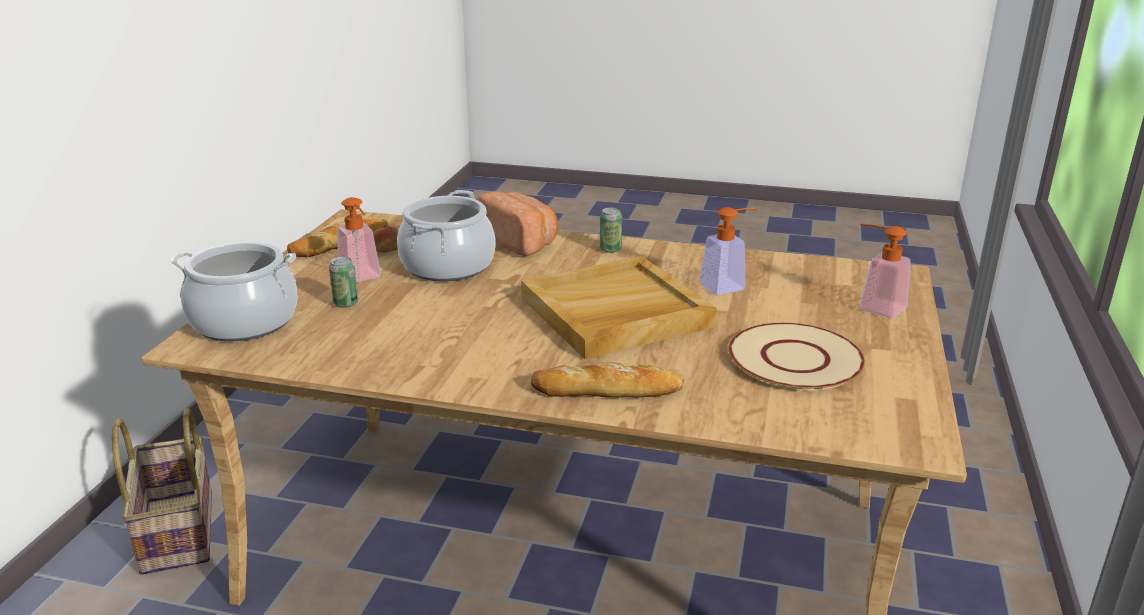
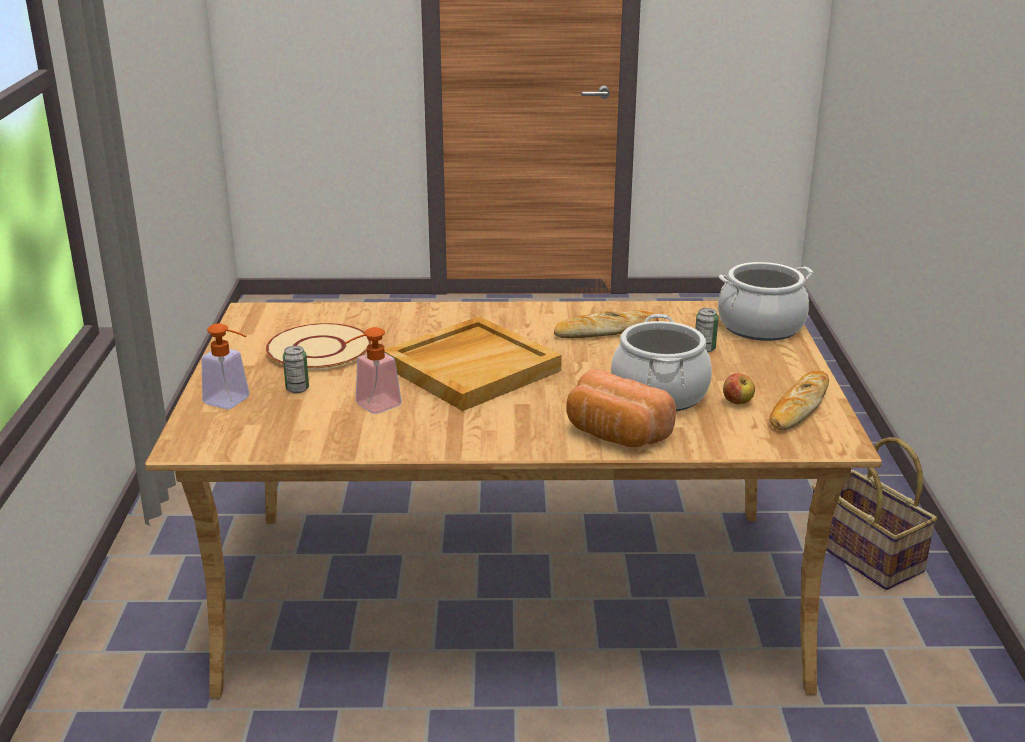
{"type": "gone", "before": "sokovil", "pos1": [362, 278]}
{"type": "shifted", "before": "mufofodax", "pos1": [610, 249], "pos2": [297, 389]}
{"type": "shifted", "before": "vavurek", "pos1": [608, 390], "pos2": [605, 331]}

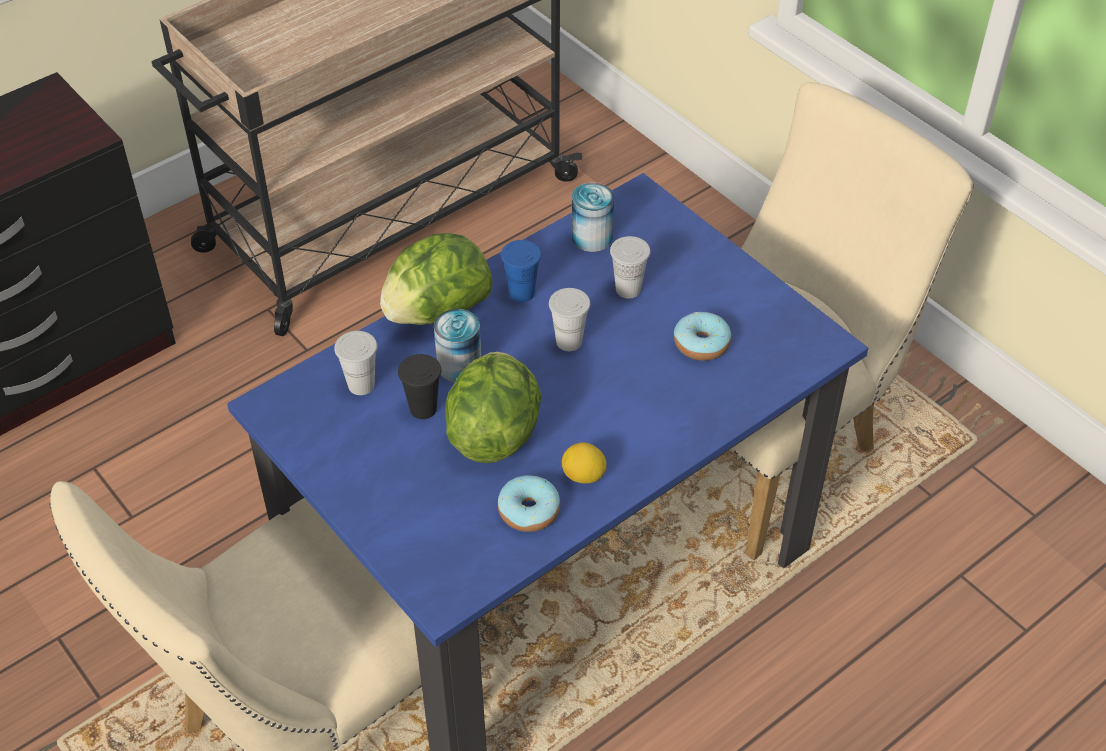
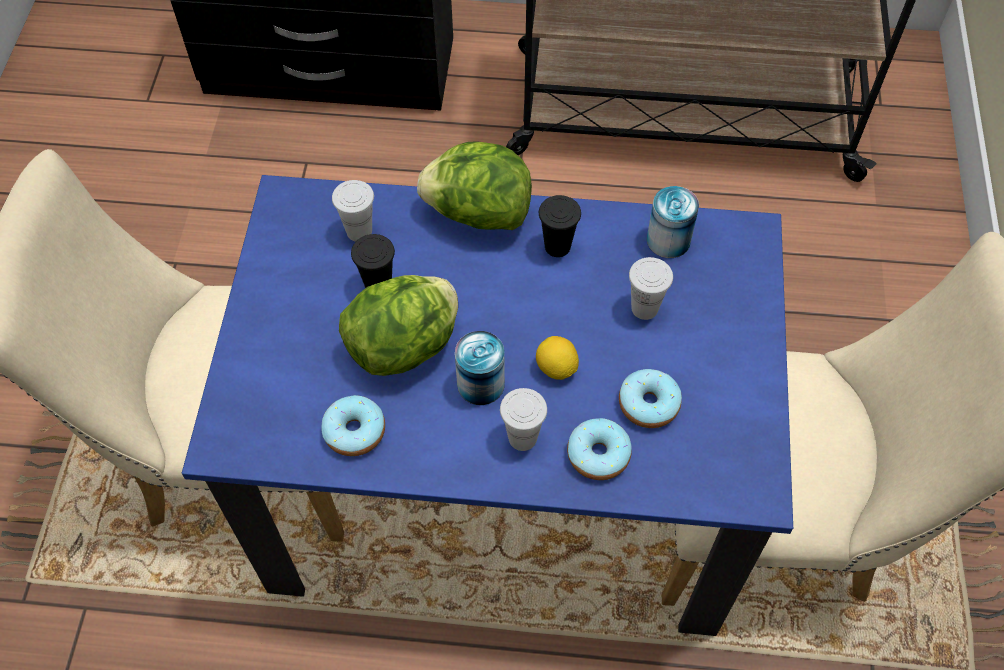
{"type": "repainted", "before": "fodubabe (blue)", "after": "fodubabe (black)", "pos1": [522, 293], "pos2": [557, 246]}
{"type": "shifted", "before": "fodubabe (white)", "pos1": [569, 342], "pos2": [522, 438]}
{"type": "shifted", "before": "mufofodax", "pos1": [459, 366], "pos2": [480, 384]}
{"type": "shifted", "before": "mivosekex", "pos1": [583, 476], "pos2": [556, 368]}
{"type": "new", "after": "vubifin", "pos2": [598, 455]}

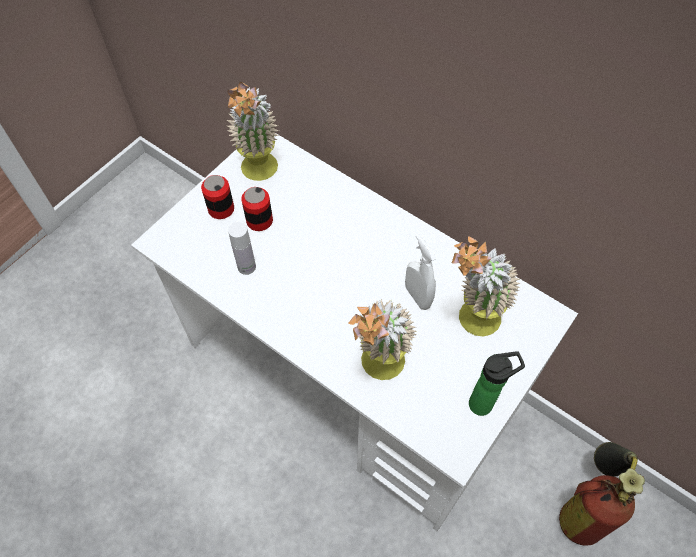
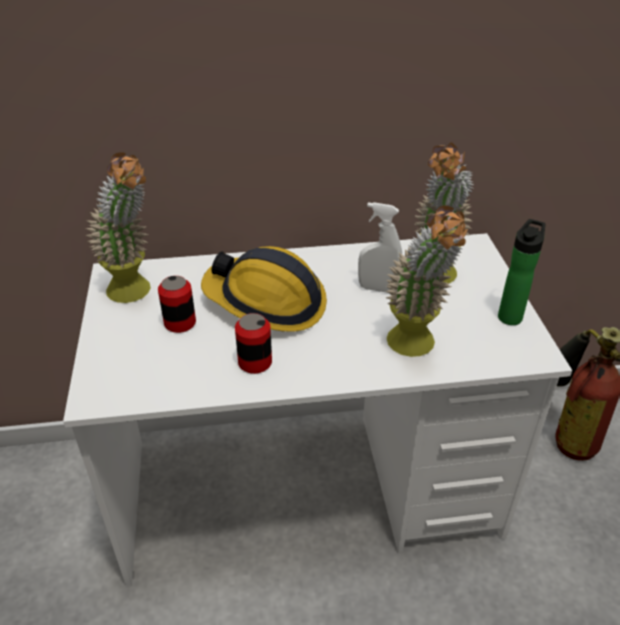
{"type": "shifted", "before": "mufofodax", "pos1": [221, 209], "pos2": [255, 362]}
{"type": "gone", "before": "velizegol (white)", "pos1": [246, 267]}
{"type": "new", "after": "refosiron", "pos2": [266, 302]}

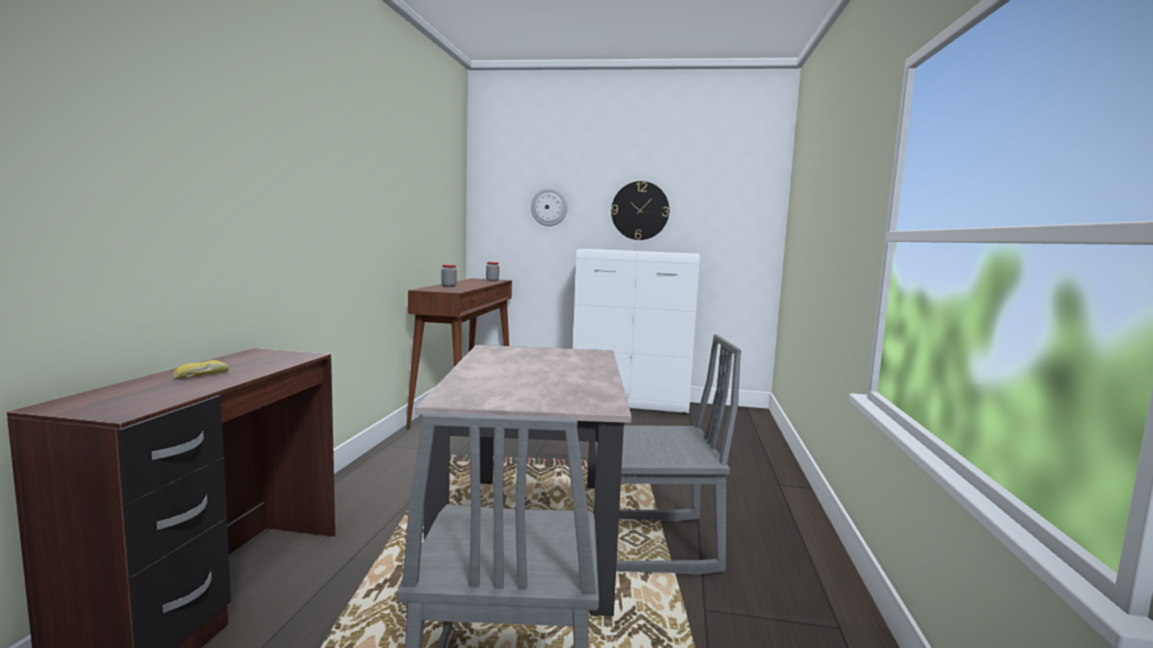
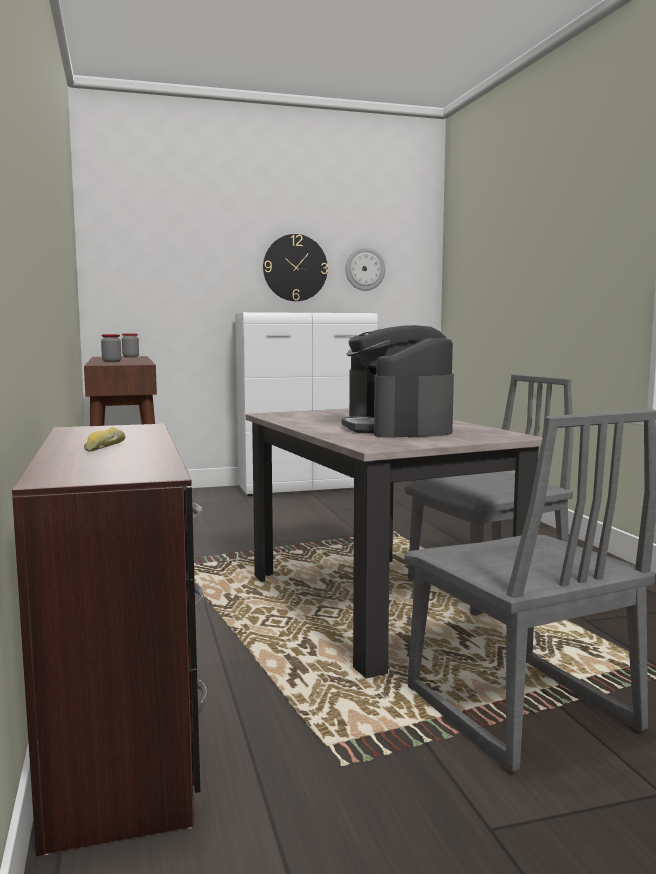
{"type": "shifted", "before": "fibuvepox", "pos1": [549, 207], "pos2": [364, 269]}
{"type": "new", "after": "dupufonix", "pos2": [397, 428]}

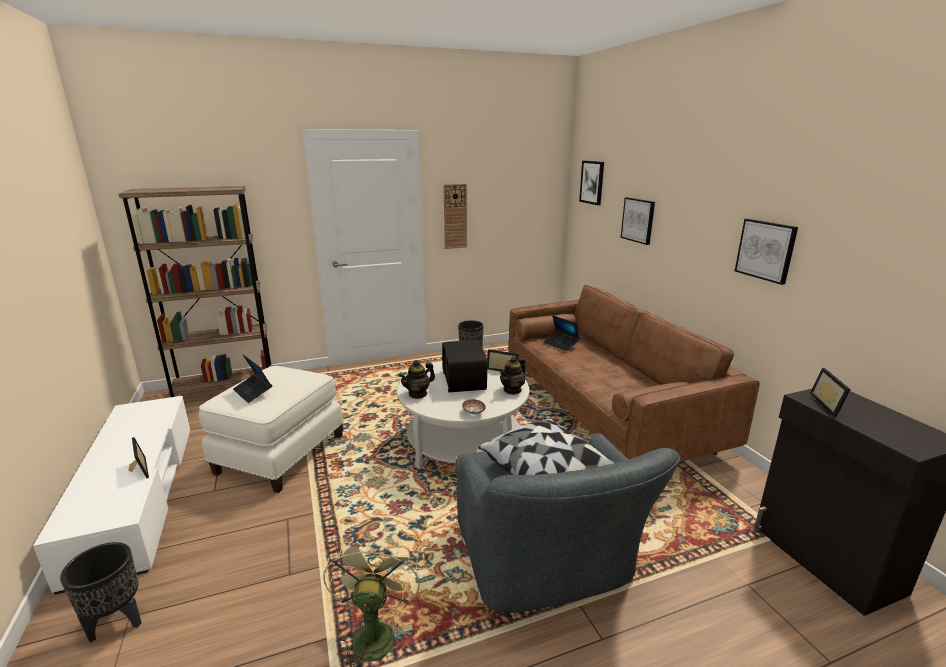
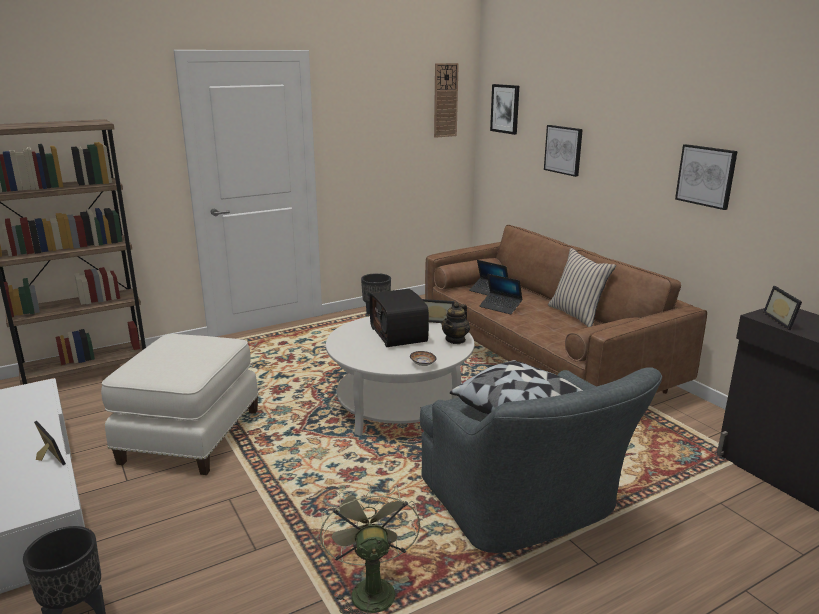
{"type": "shifted", "before": "fibuvepox", "pos1": [455, 216], "pos2": [445, 100]}
{"type": "shifted", "before": "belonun", "pos1": [253, 392], "pos2": [500, 307]}
{"type": "gone", "before": "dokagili", "pos1": [418, 394]}
{"type": "new", "after": "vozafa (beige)", "pos2": [577, 315]}

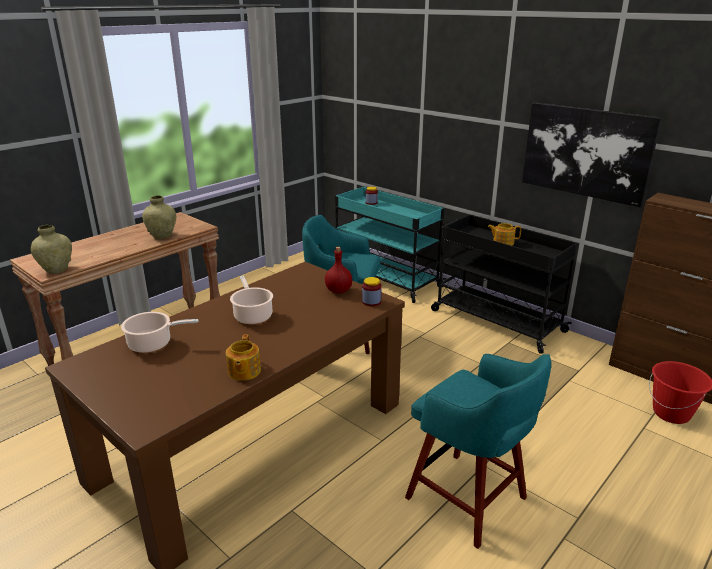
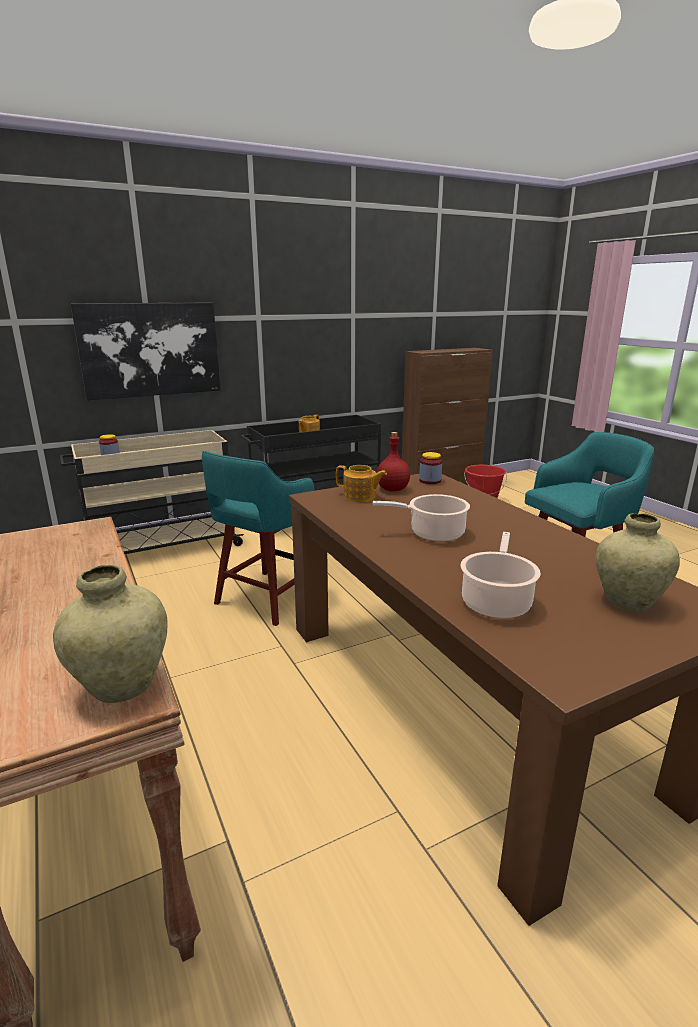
{"type": "shifted", "before": "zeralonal", "pos1": [586, 152], "pos2": [150, 350]}
{"type": "repainted", "before": "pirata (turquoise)", "after": "pirata (beige)", "pos1": [384, 278], "pos2": [161, 548]}
{"type": "shifted", "before": "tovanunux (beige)", "pos1": [162, 236], "pos2": [627, 602]}
{"type": "shifted", "before": "dokagili", "pos1": [243, 371], "pos2": [360, 496]}

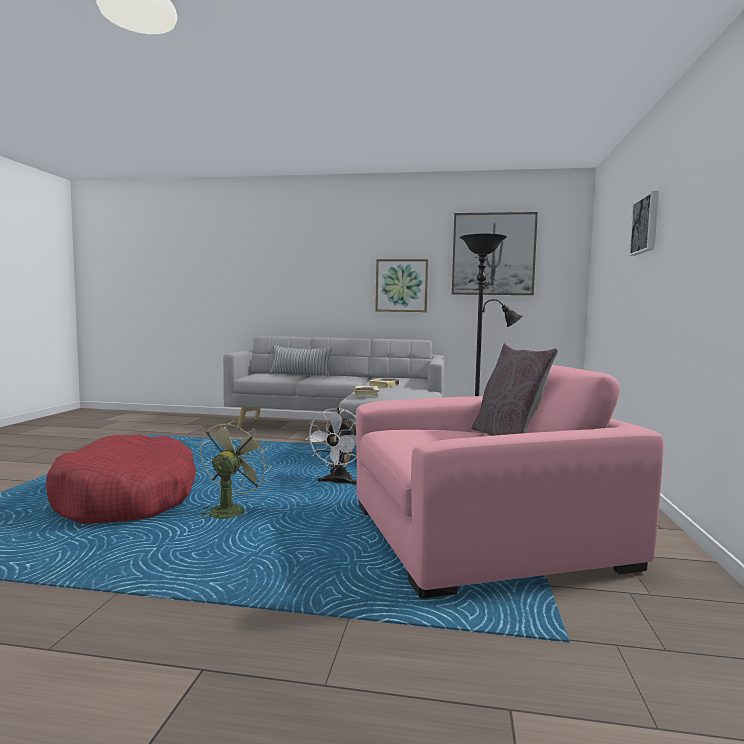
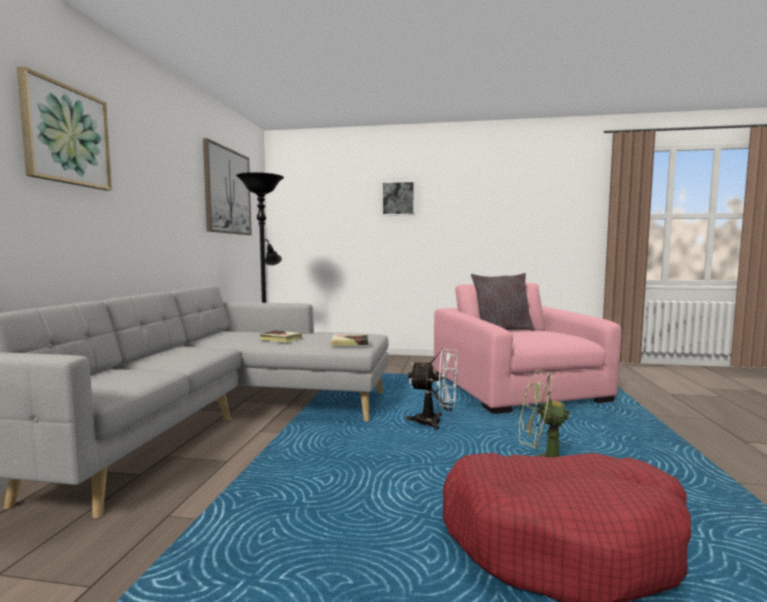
{"type": "shifted", "before": "zeralonal", "pos1": [401, 285], "pos2": [66, 135]}
{"type": "gone", "before": "vozafa", "pos1": [300, 375]}

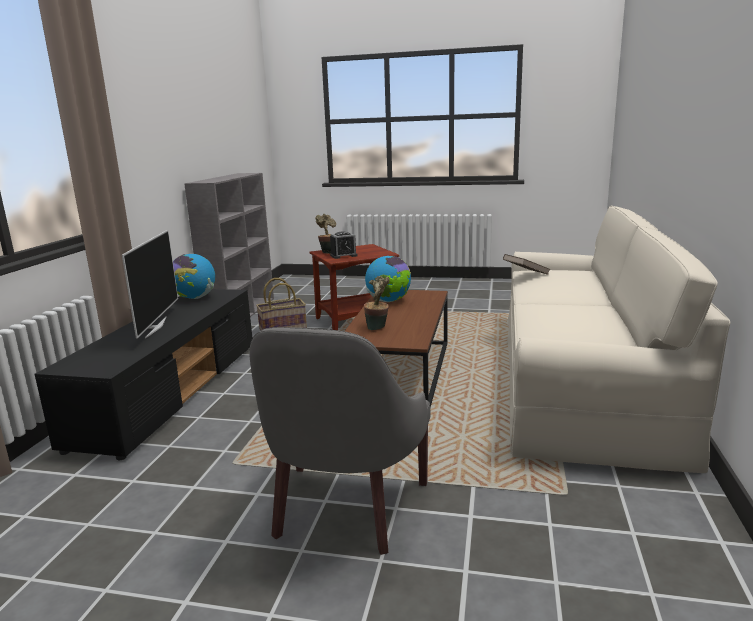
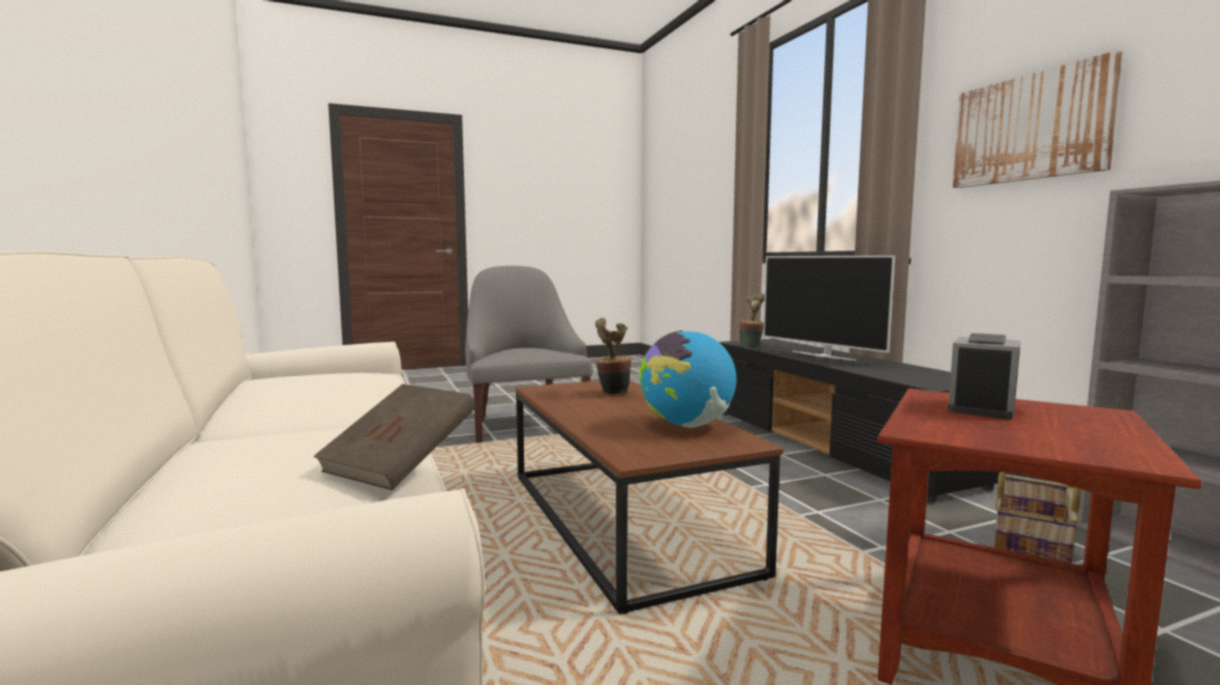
{"type": "shifted", "before": "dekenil", "pos1": [327, 252], "pos2": [752, 345]}
{"type": "gone", "before": "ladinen", "pos1": [194, 298]}
{"type": "new", "after": "zeralonal", "pos2": [1030, 128]}

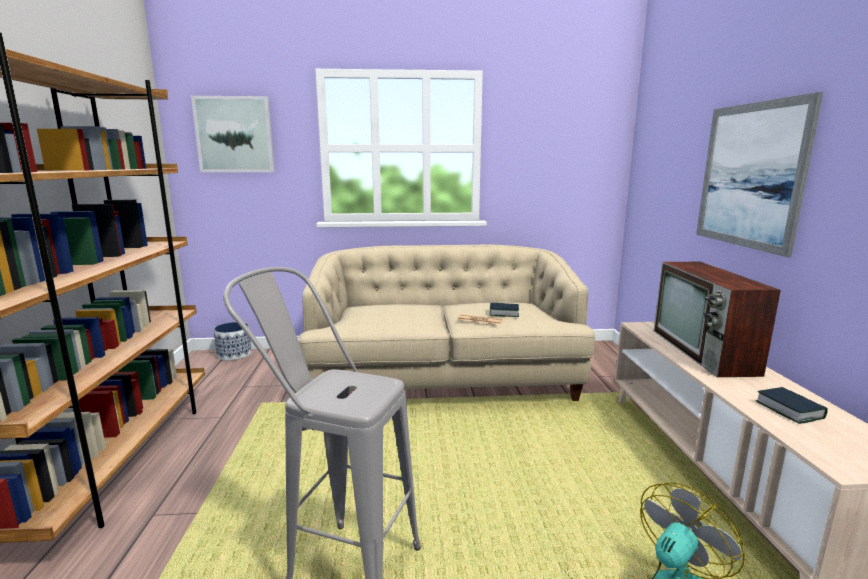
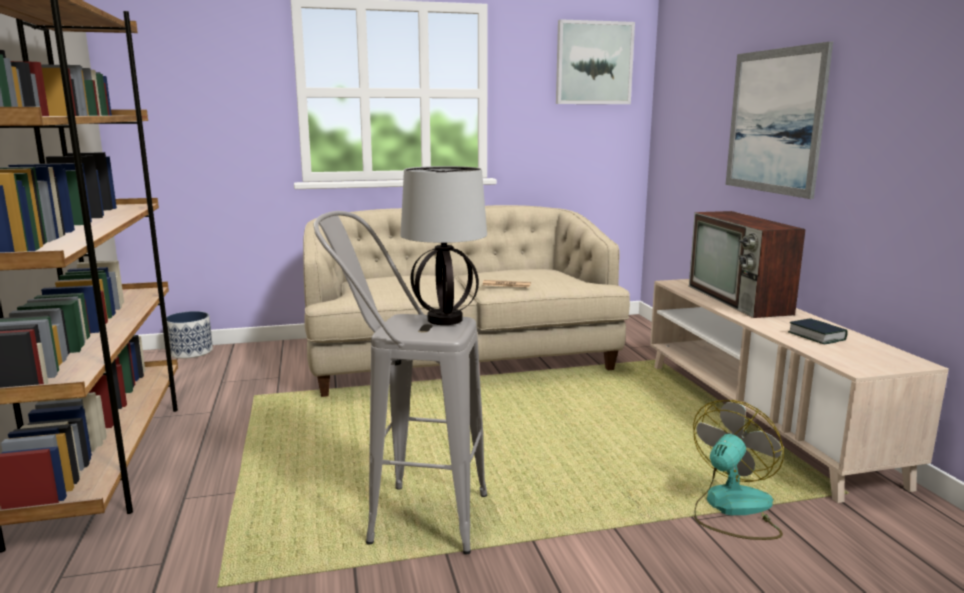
{"type": "shifted", "before": "zeralonal", "pos1": [235, 135], "pos2": [594, 63]}
{"type": "gone", "before": "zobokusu", "pos1": [504, 313]}
{"type": "new", "after": "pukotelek", "pos2": [445, 320]}

